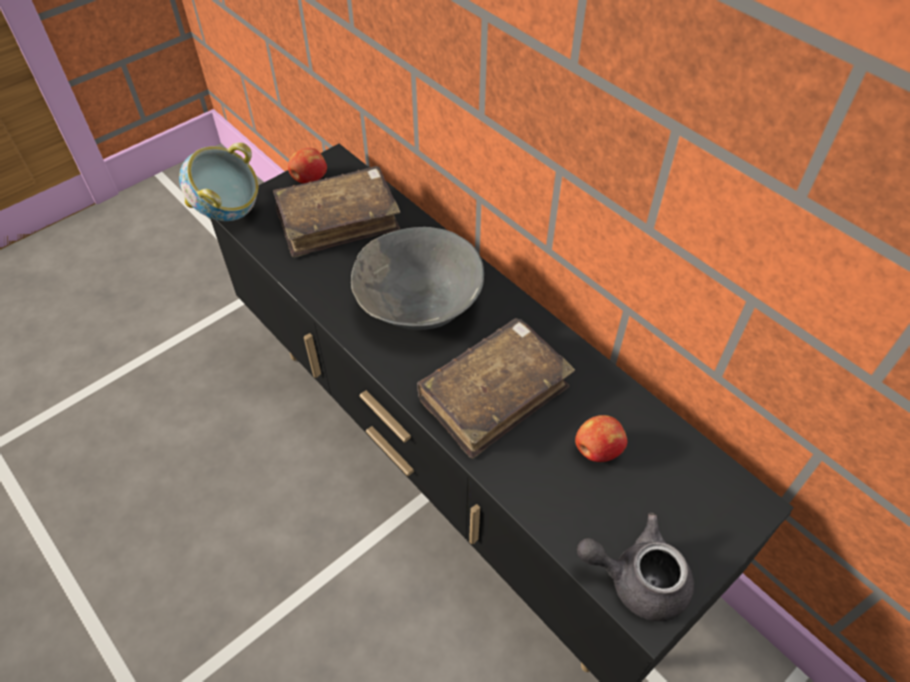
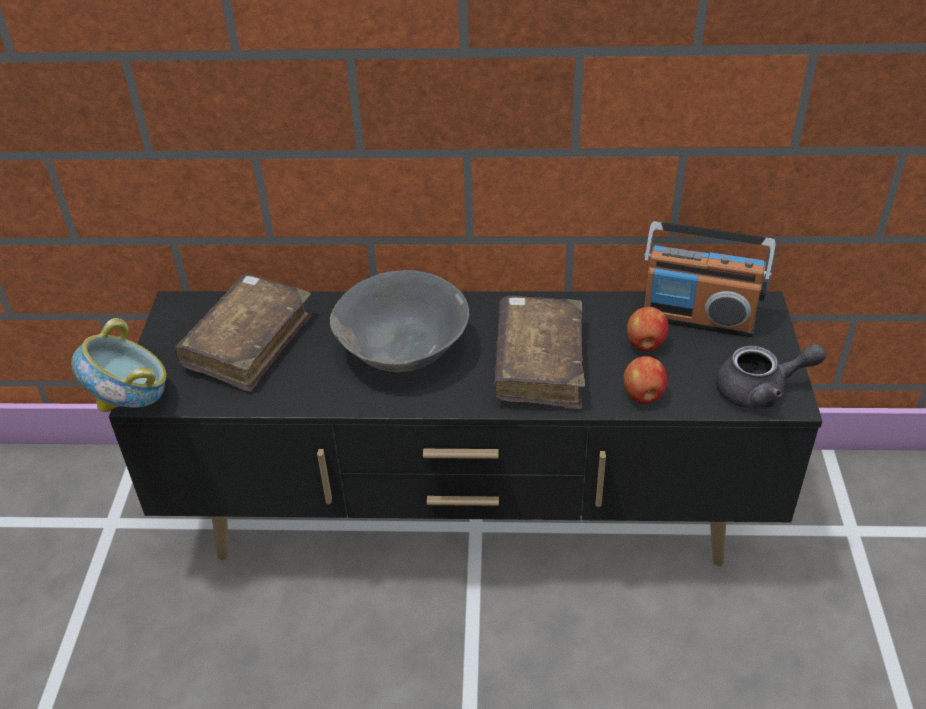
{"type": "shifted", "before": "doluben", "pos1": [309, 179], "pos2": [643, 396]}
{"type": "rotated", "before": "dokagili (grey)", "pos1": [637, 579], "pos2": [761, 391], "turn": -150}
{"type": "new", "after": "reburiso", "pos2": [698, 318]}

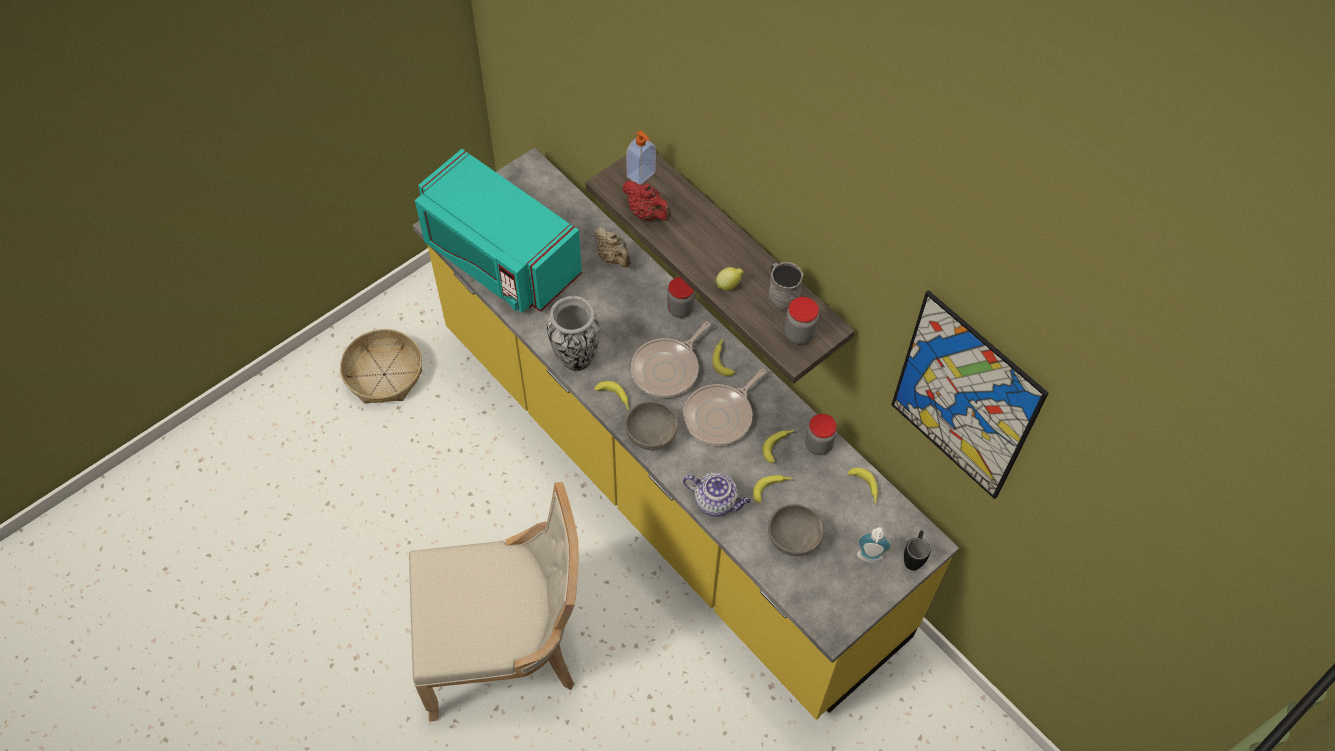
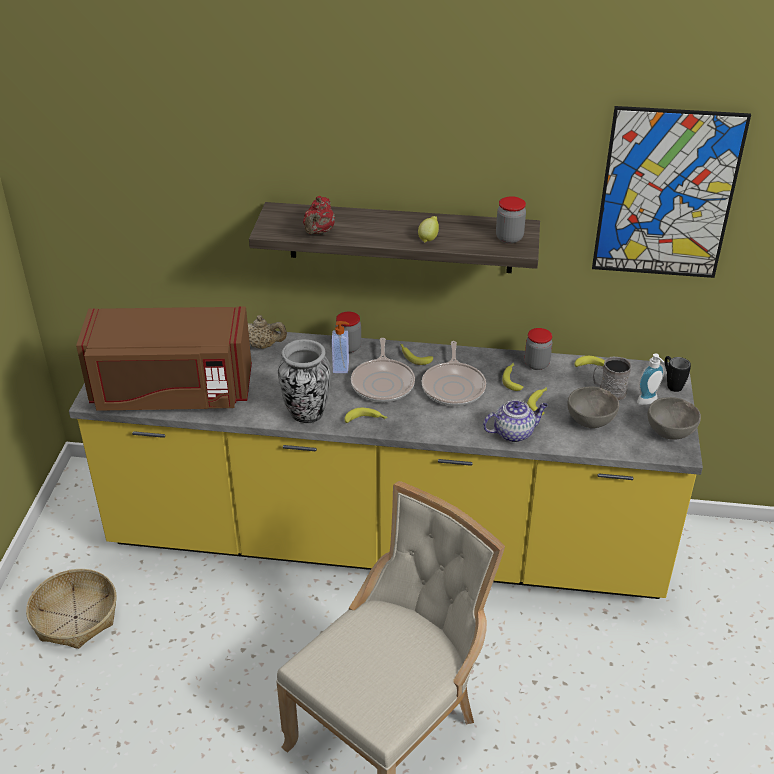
{"type": "shifted", "before": "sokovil", "pos1": [641, 175], "pos2": [341, 367]}
{"type": "repainted", "before": "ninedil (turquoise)", "after": "ninedil (brown)", "pos1": [500, 258], "pos2": [171, 392]}
{"type": "rotated", "before": "dokagili (red)", "pos1": [647, 213], "pos2": [319, 232], "turn": 105}
{"type": "shifted", "before": "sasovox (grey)", "pos1": [780, 295], "pos2": [608, 391]}
{"type": "shifted", "before": "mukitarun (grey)", "pos1": [651, 437], "pos2": [671, 433]}

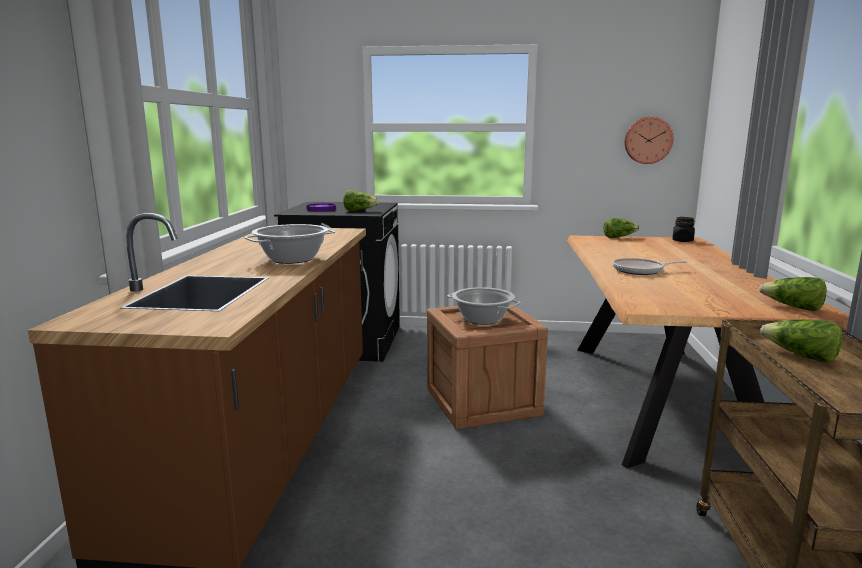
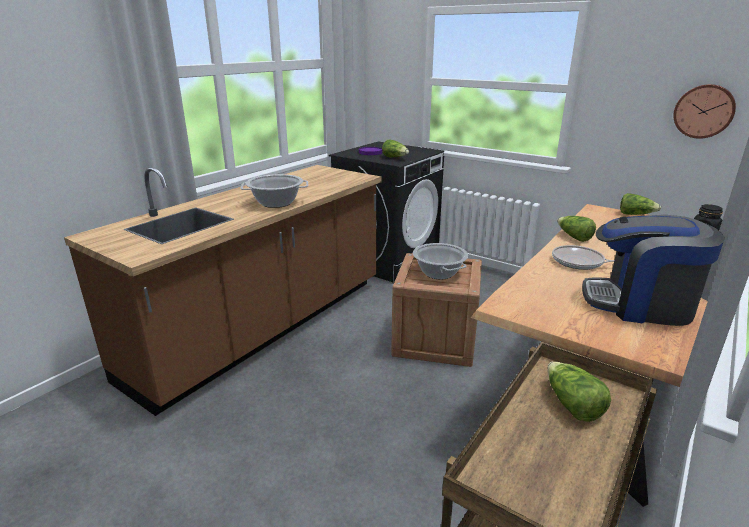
{"type": "shifted", "before": "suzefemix", "pos1": [793, 307], "pos2": [573, 237]}
{"type": "new", "after": "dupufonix", "pos2": [639, 304]}

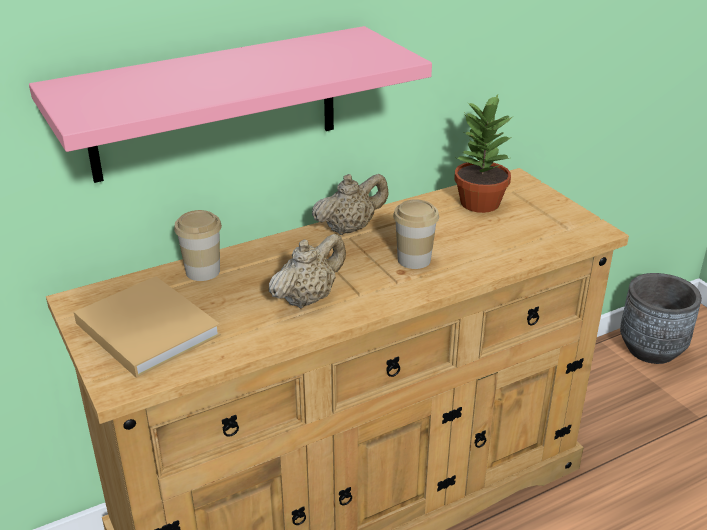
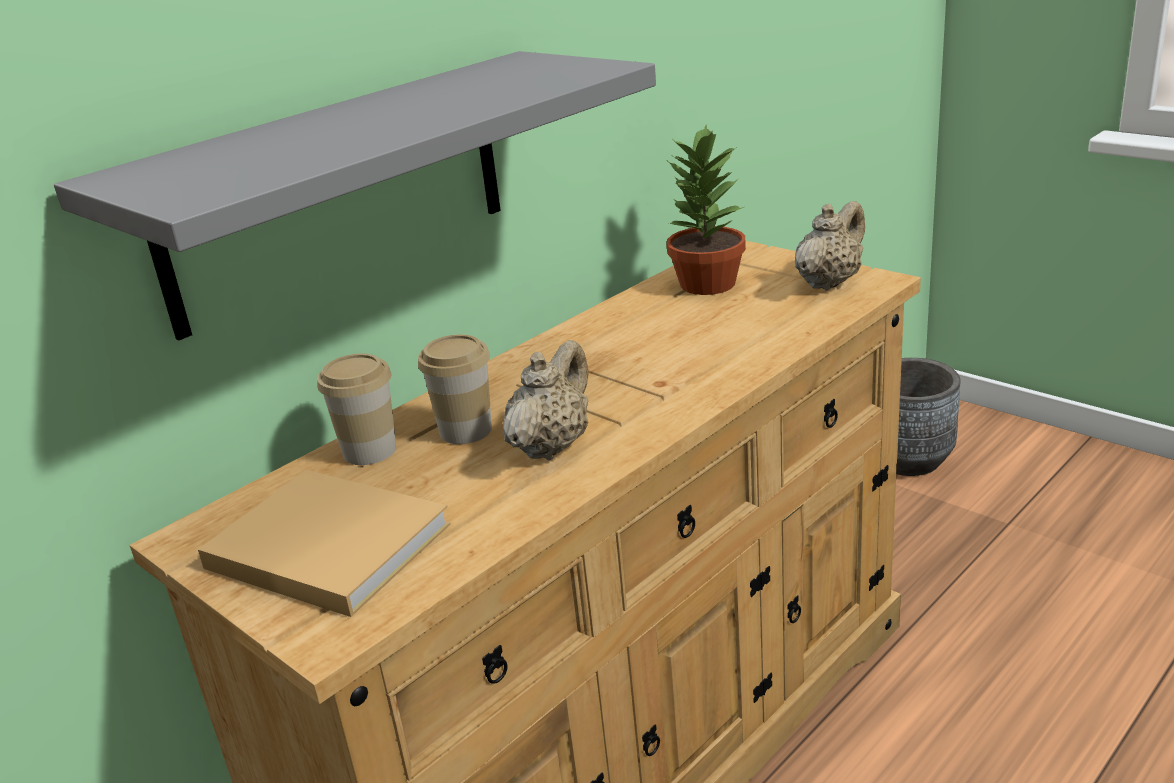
{"type": "repainted", "before": "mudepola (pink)", "after": "mudepola (grey)", "pos1": [215, 104], "pos2": [338, 189]}
{"type": "shifted", "before": "dokagili (beige)", "pos1": [350, 228], "pos2": [829, 283]}
{"type": "shifted", "before": "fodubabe", "pos1": [414, 260], "pos2": [465, 430]}

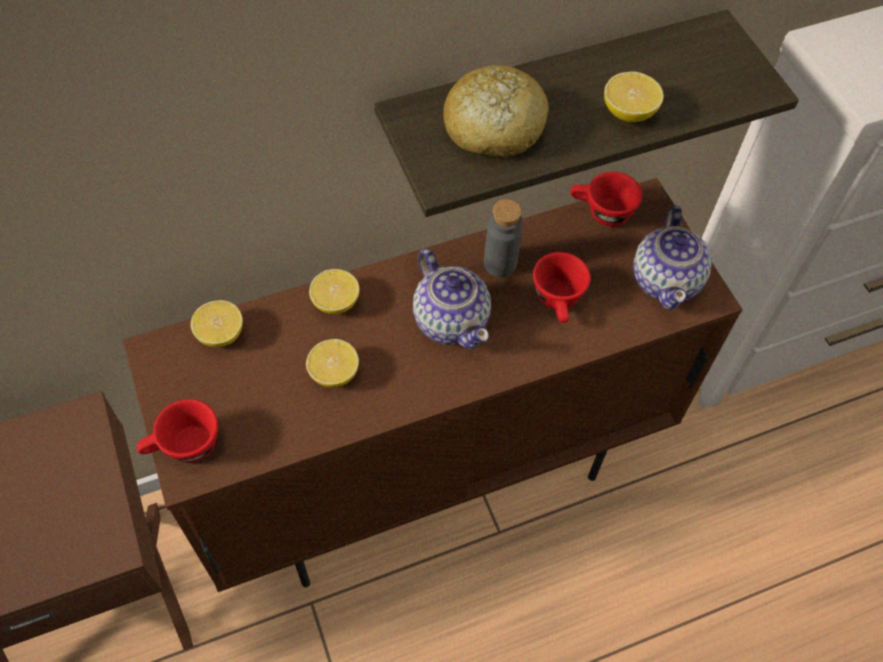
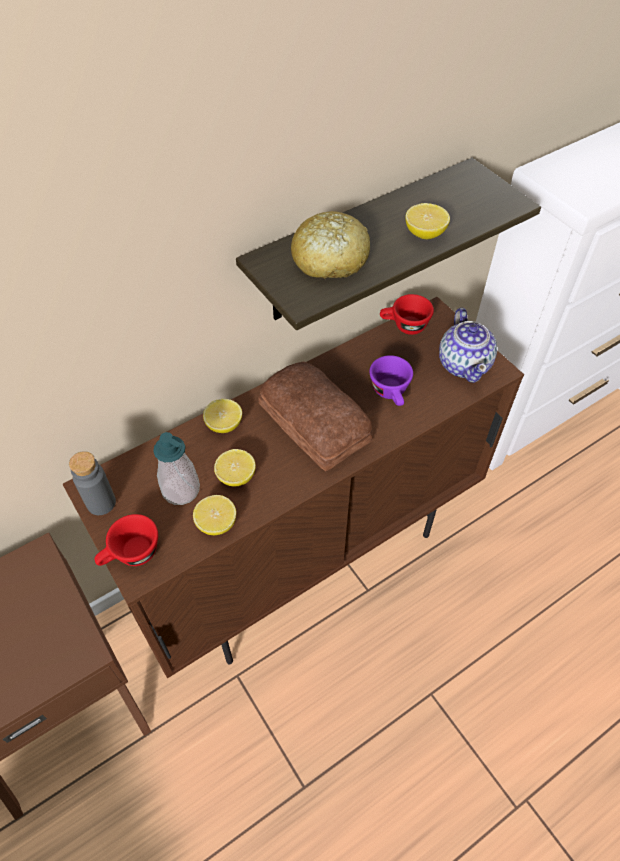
{"type": "shifted", "before": "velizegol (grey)", "pos1": [500, 263], "pos2": [101, 503]}
{"type": "swapped", "before": "dokagili", "after": "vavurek", "pos1": [451, 320], "pos2": [315, 421]}
{"type": "repainted", "before": "fodubabe (red)", "after": "fodubabe (purple)", "pos1": [558, 302], "pos2": [391, 393]}
{"type": "shifted", "before": "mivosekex", "pos1": [220, 334], "pos2": [216, 523]}
{"type": "new", "after": "sokovil", "pos2": [181, 490]}

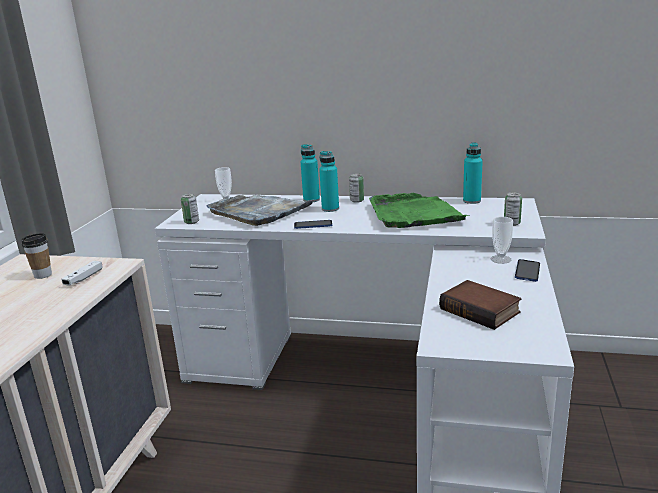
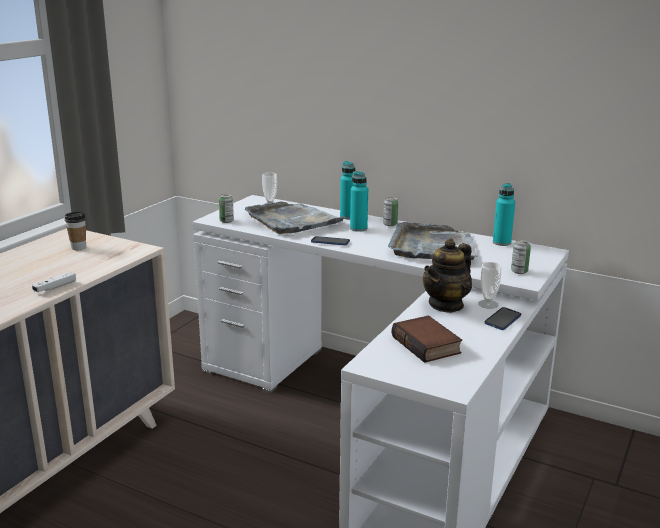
{"type": "repainted", "before": "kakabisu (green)", "after": "kakabisu (grey)", "pos1": [414, 214], "pos2": [433, 247]}
{"type": "shifted", "before": "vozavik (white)", "pos1": [83, 278], "pos2": [55, 287]}
{"type": "new", "after": "dokagili", "pos2": [446, 305]}

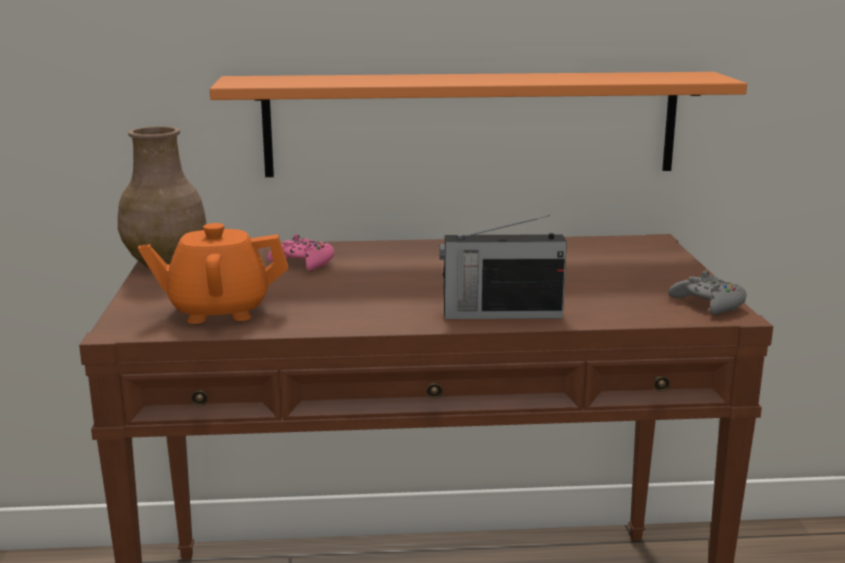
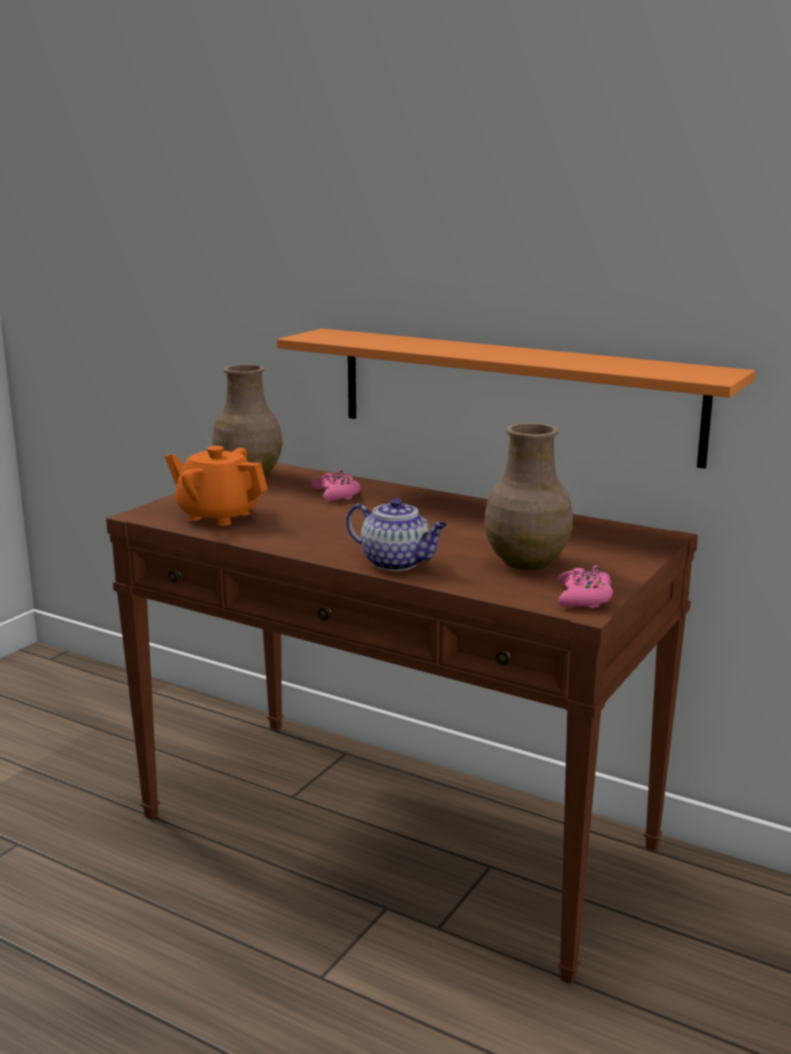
{"type": "swapped", "before": "reburiso", "after": "dokagili", "pos1": [500, 314], "pos2": [397, 563]}
{"type": "repainted", "before": "vozavik (grey)", "after": "vozavik (pink)", "pos1": [708, 304], "pos2": [583, 598]}
{"type": "new", "after": "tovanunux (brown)", "pos2": [525, 562]}

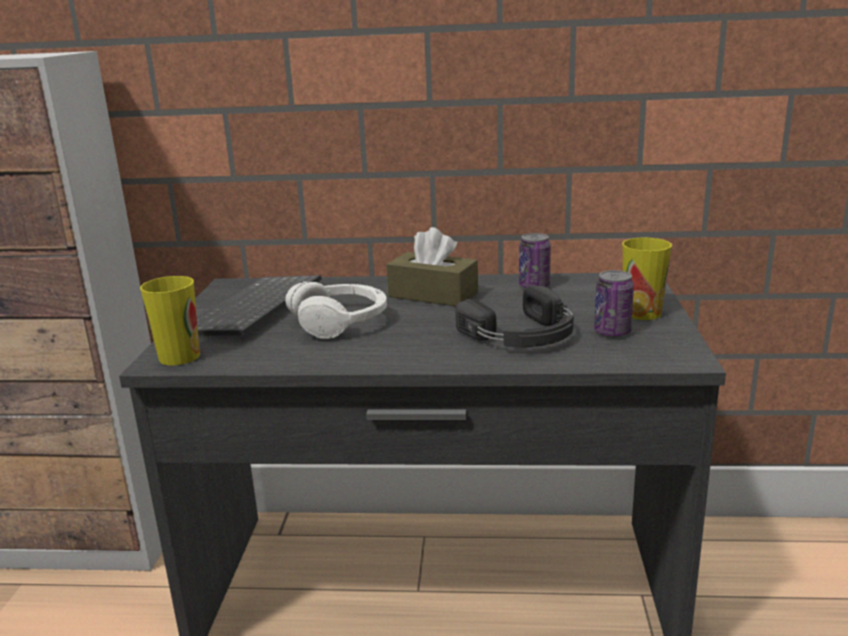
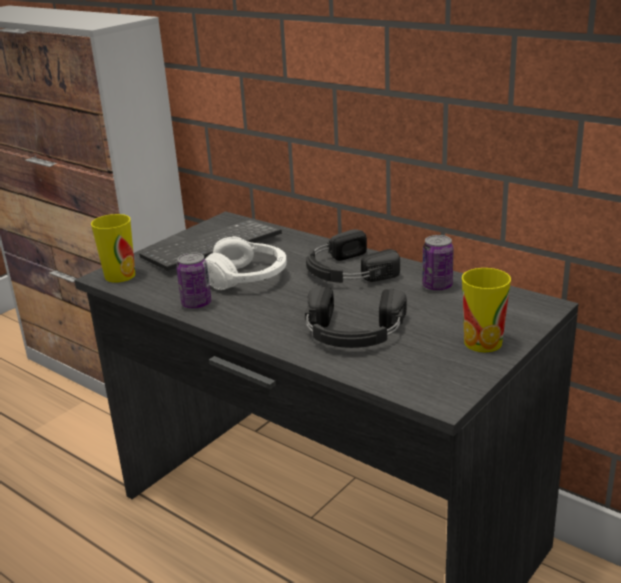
{"type": "swapped", "before": "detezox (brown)", "after": "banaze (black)", "pos1": [433, 295], "pos2": [346, 271]}
{"type": "shifted", "before": "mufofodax", "pos1": [612, 332], "pos2": [196, 304]}

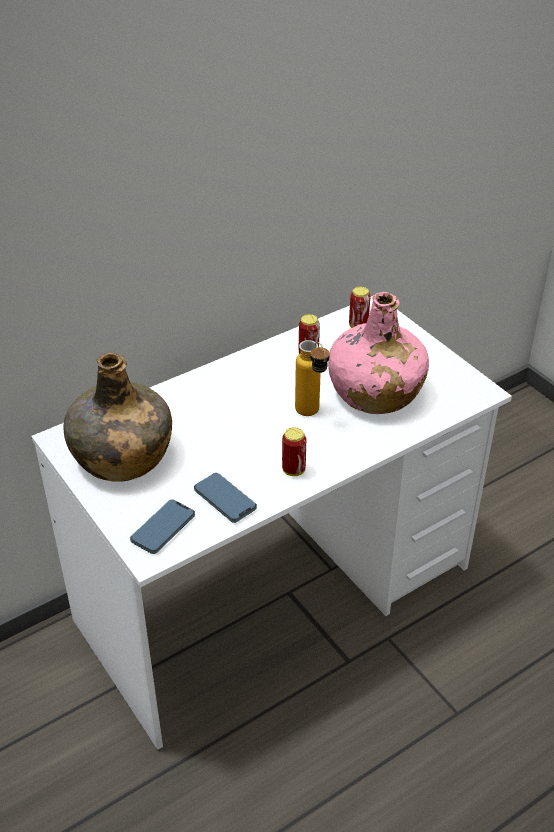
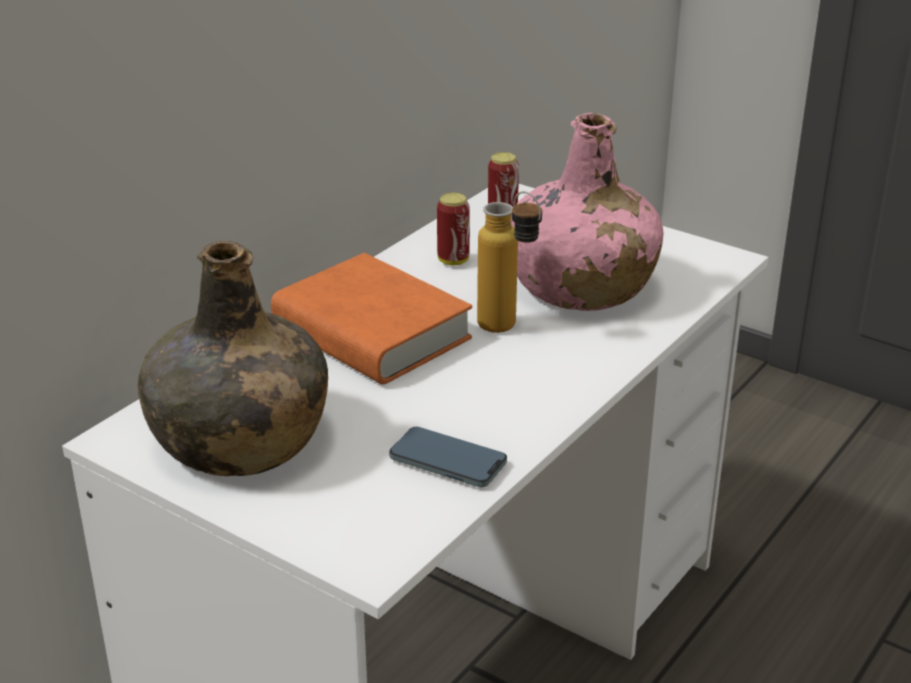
{"type": "gone", "before": "mufofodax", "pos1": [293, 470]}
{"type": "gone", "before": "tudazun", "pos1": [163, 529]}
{"type": "new", "after": "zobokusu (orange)", "pos2": [371, 333]}

